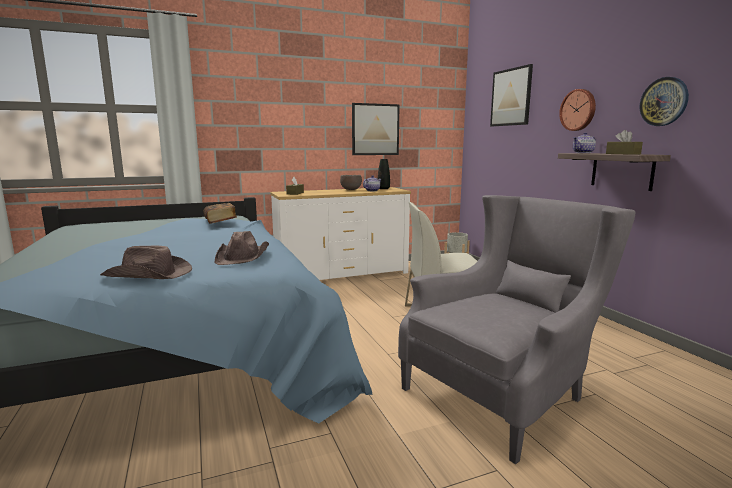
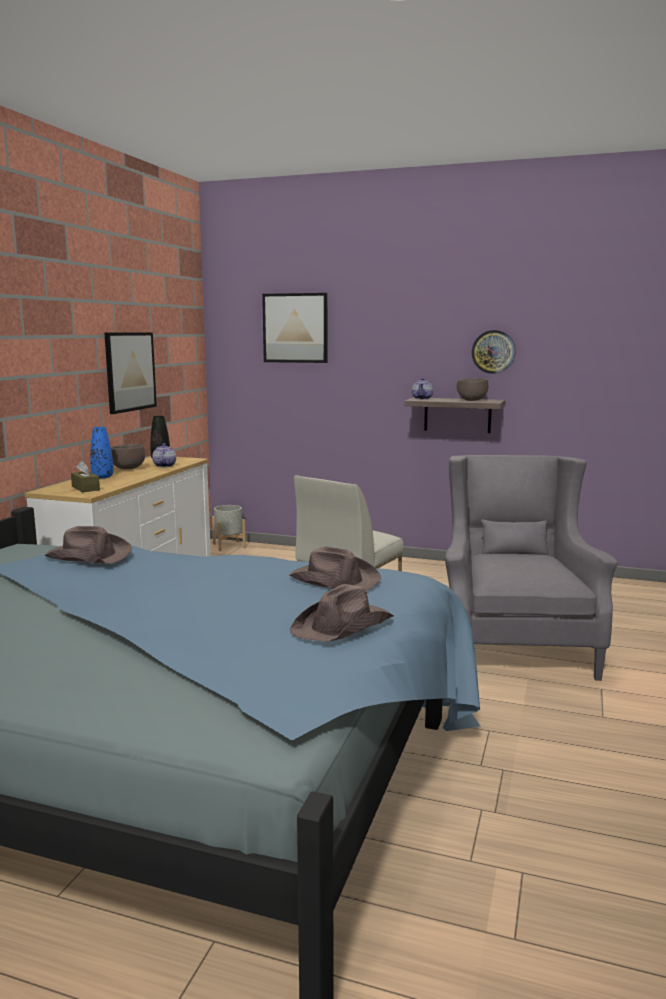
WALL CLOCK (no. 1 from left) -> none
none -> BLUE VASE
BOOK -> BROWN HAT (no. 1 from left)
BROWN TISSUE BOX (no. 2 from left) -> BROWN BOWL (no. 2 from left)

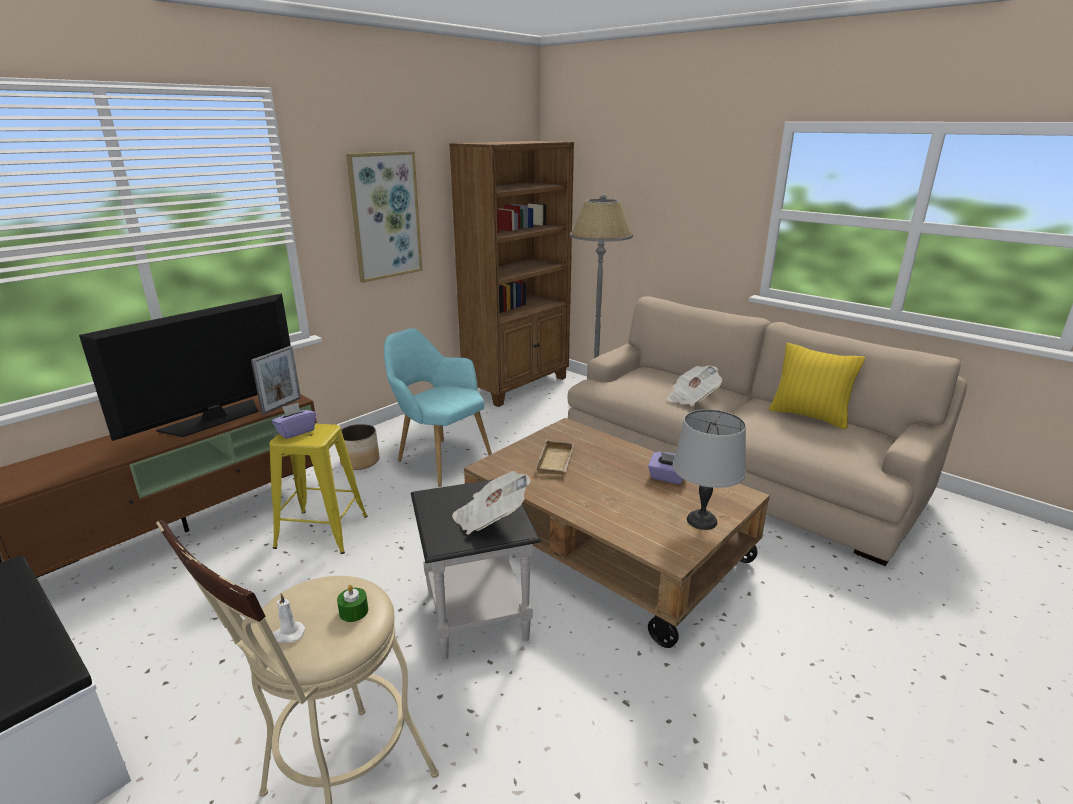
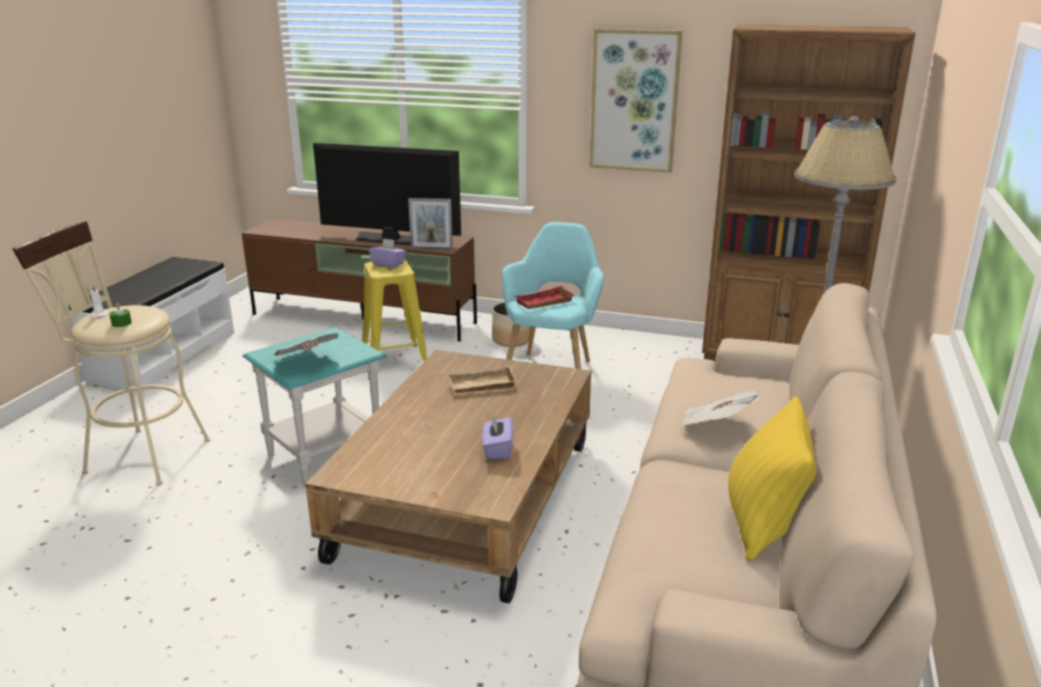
GREY TABLE LAMP -> none
none -> RED TRAY
BLACK SIDE TABLE -> TURQUOISE SIDE TABLE

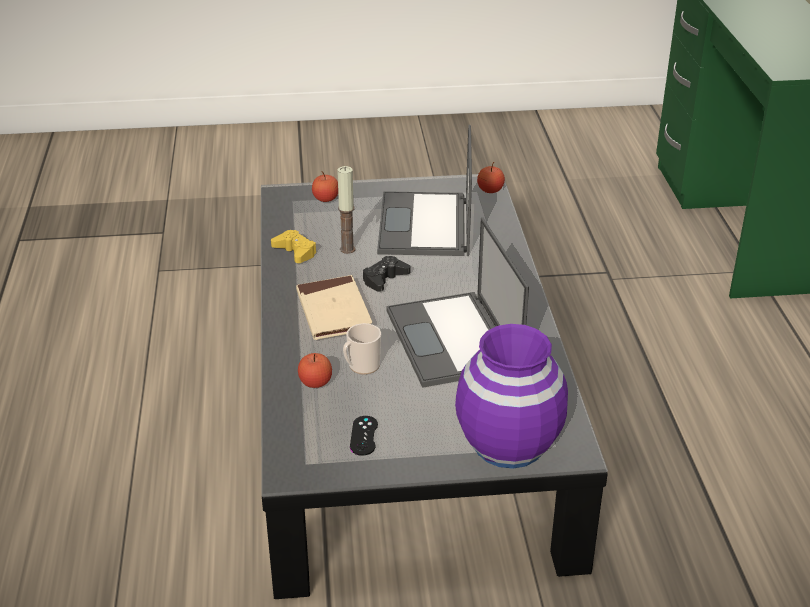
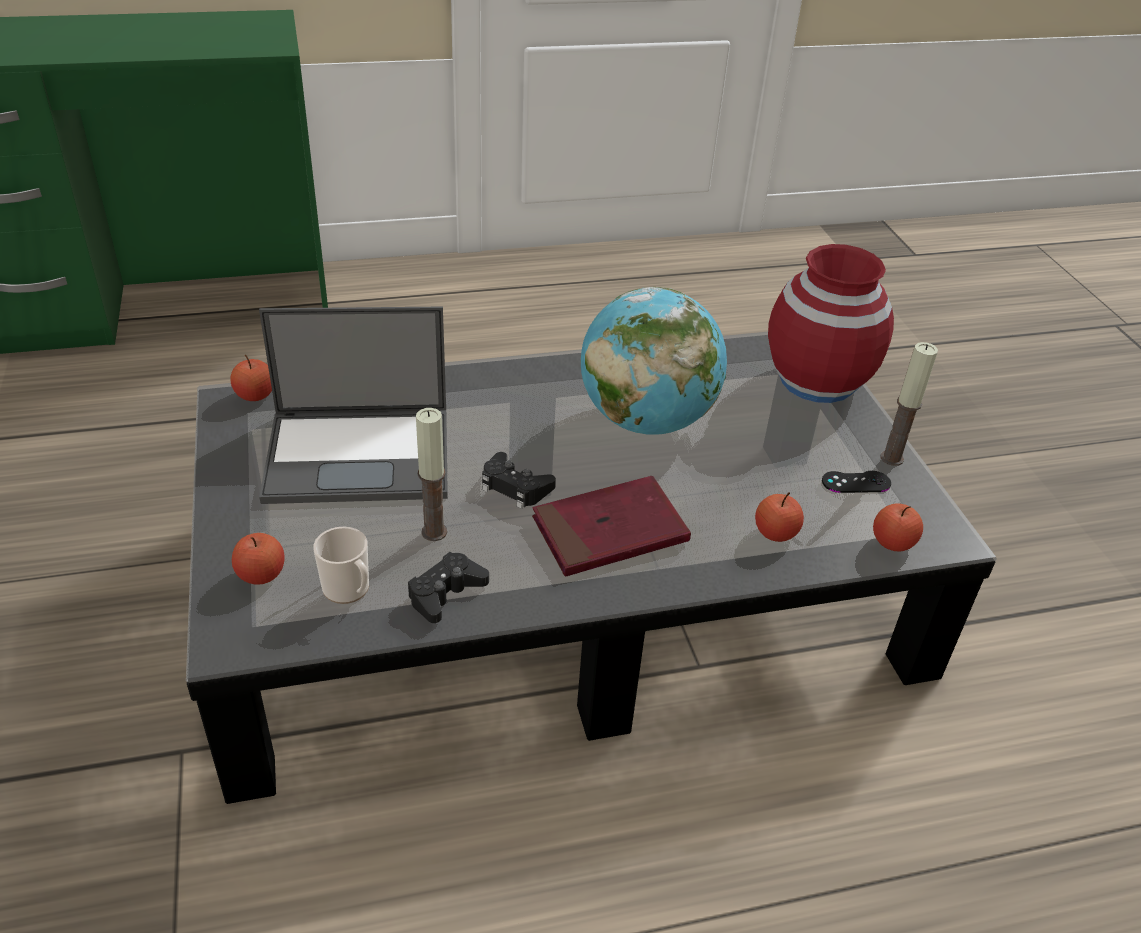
none -> APPLE (no. 4 from left)
none -> CANDLE (no. 2 from left)
MUG, relocated
LAPTOP (no. 2 from left) -> GLOBE
YELLOW GAME CONTROLLER -> BLACK GAME CONTROLLER (no. 1 from left)
BEIGE BOOK -> RED BOOK
PURPLE VASE -> RED VASE

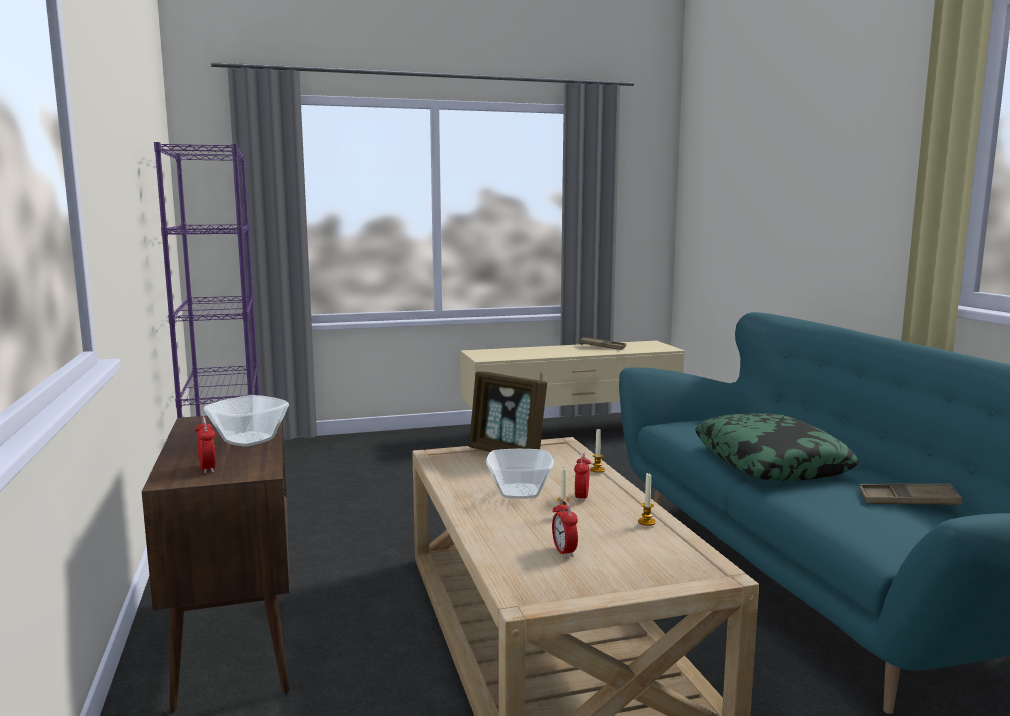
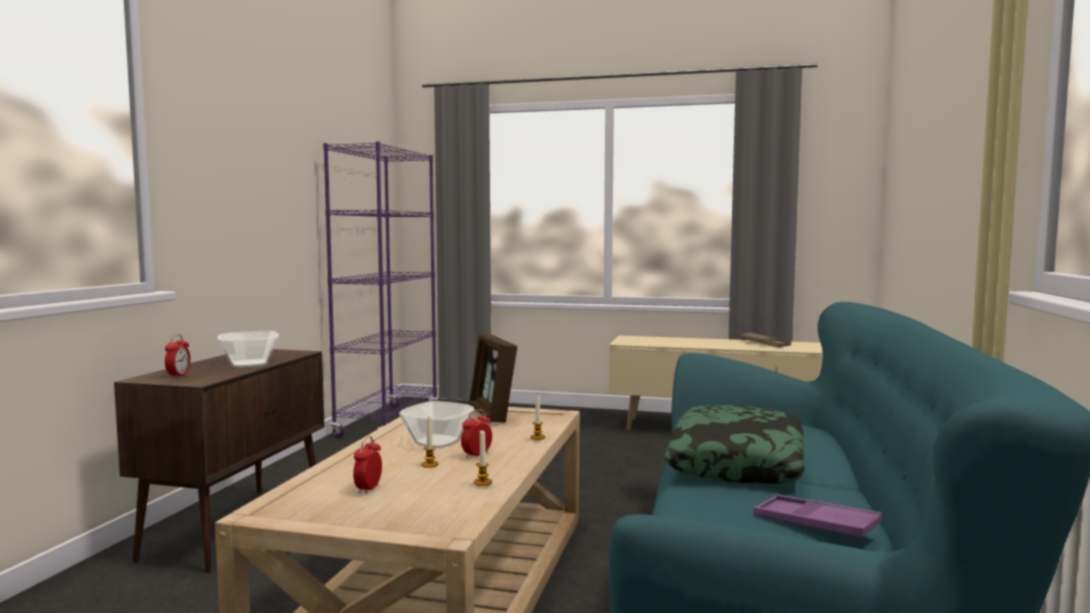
BROWN TRAY (no. 2 from left) -> PURPLE TRAY

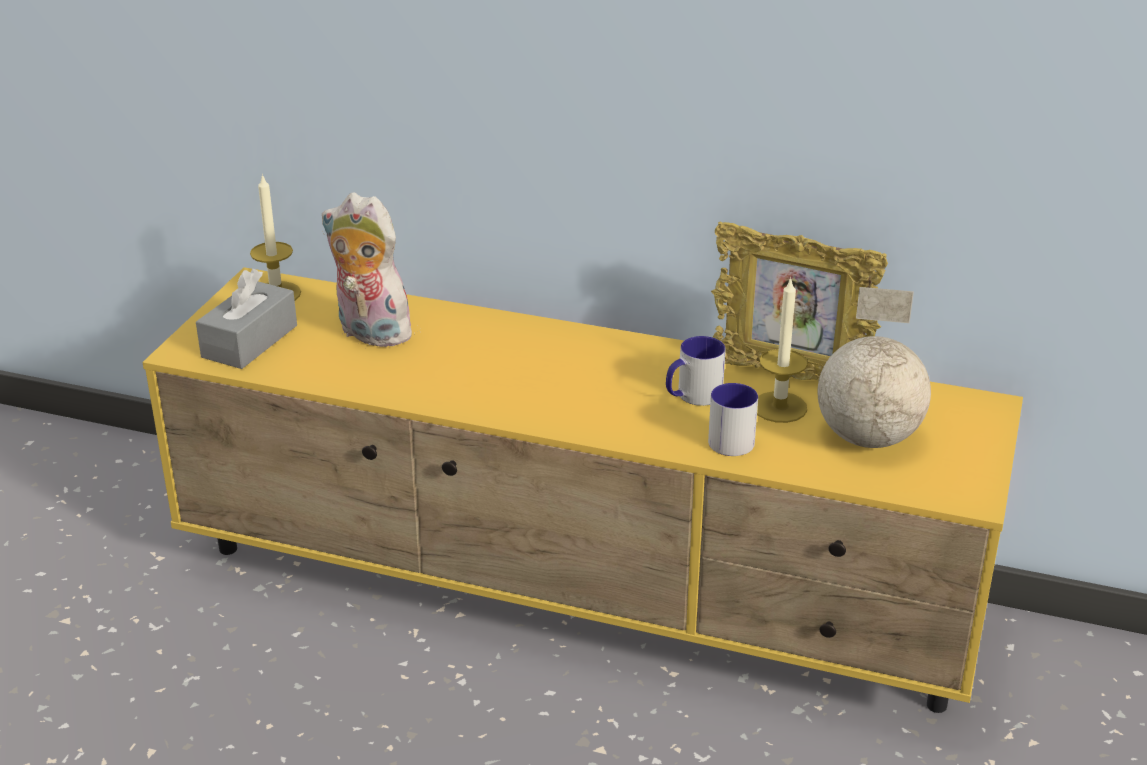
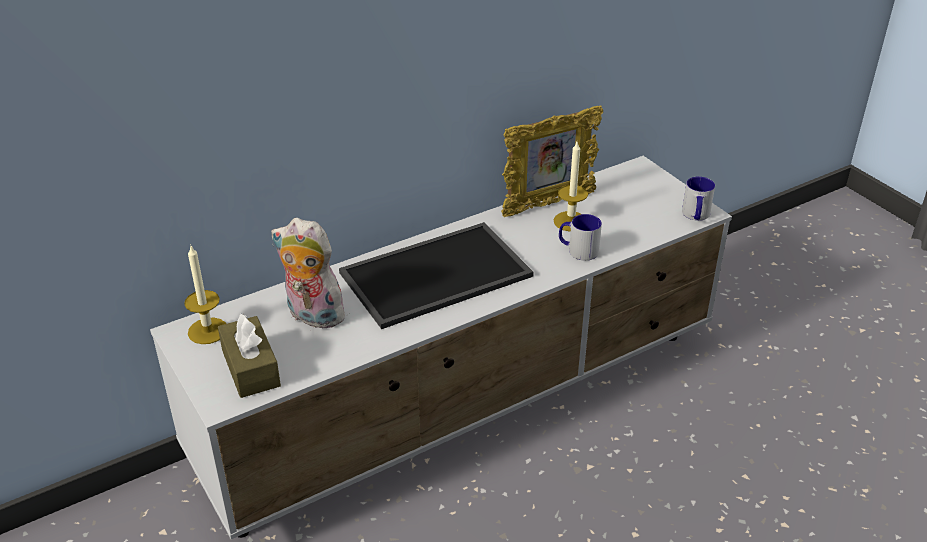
GLOBE -> none
none -> TRAY
MUG (no. 1 from left in the first image) -> MUG (no. 2 from left), relocated
YELLOW TV STAND -> WHITE TV STAND
GREY TISSUE BOX -> BROWN TISSUE BOX
PLUSH TOY, 45 degrees clockwise

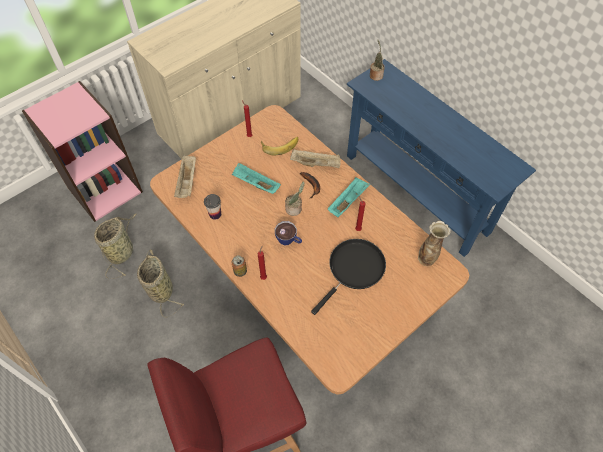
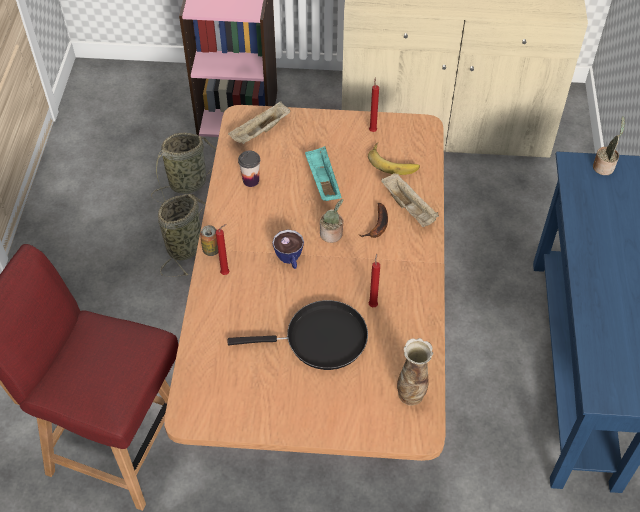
TURQUOISE TRAY (no. 2 from left) -> none

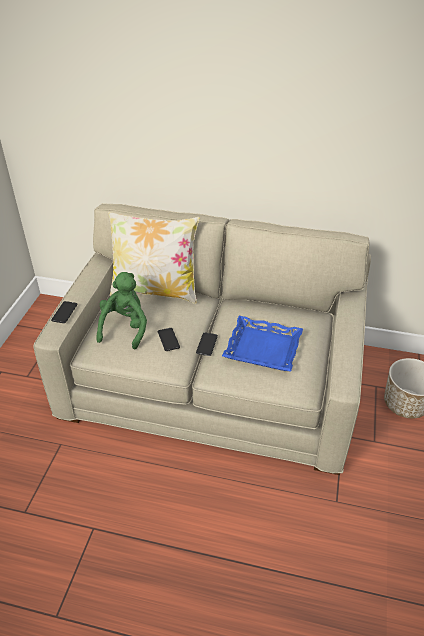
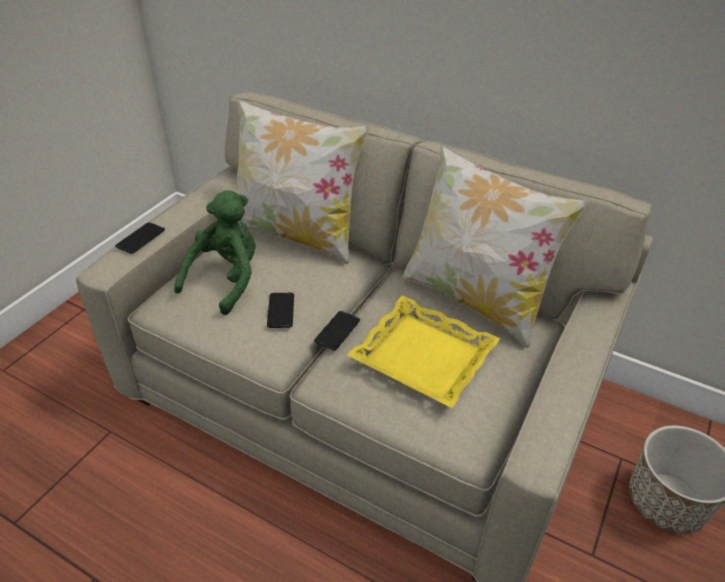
none -> PILLOW (no. 2 from left)
BLUE TRAY -> YELLOW TRAY

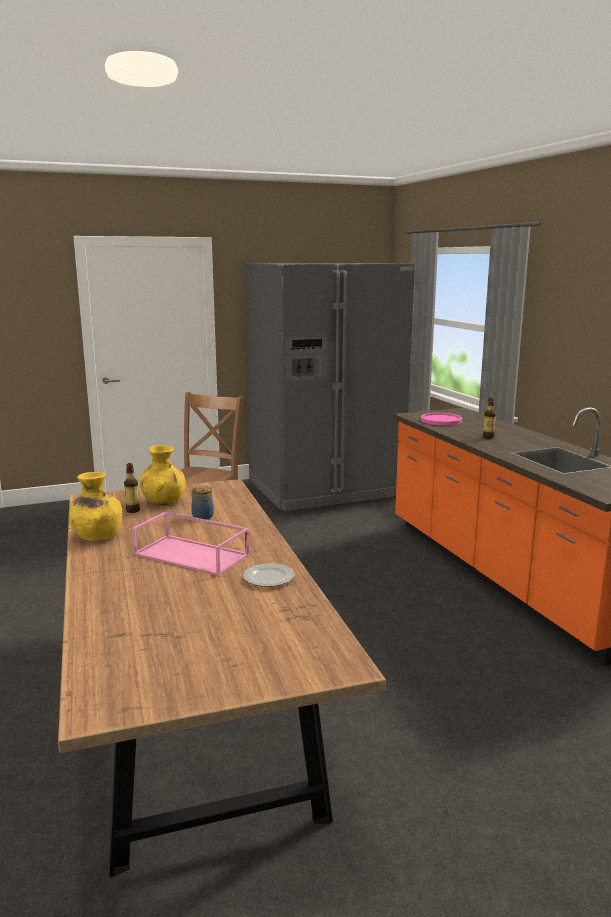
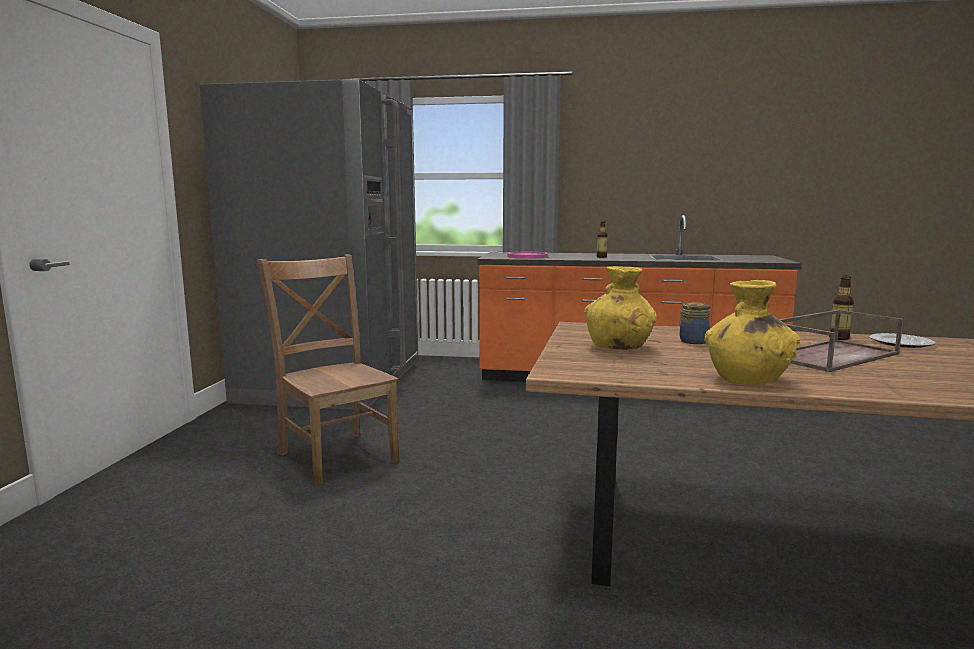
BOTTLE (no. 1 from left in the first image) -> BOTTLE (no. 2 from left), relocated
PINK TRAY -> BROWN TRAY

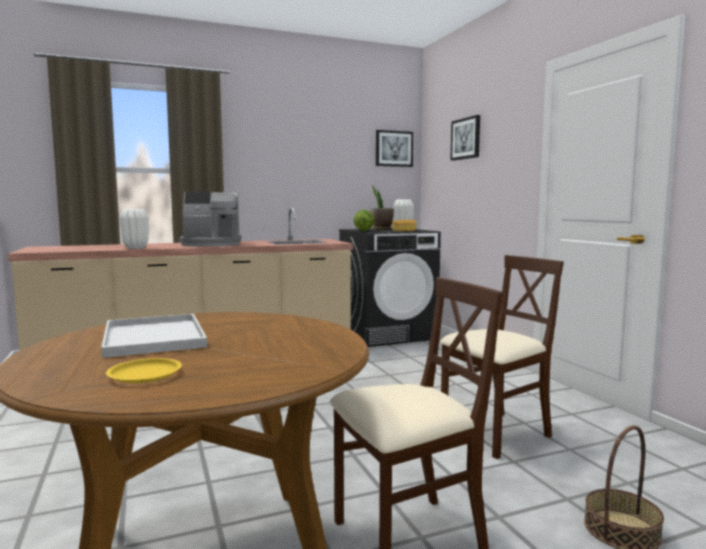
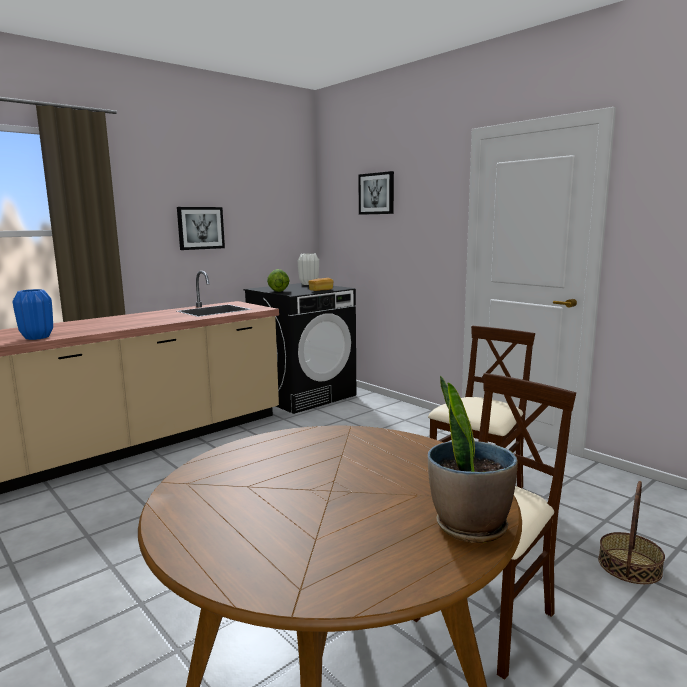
WHITE TRAY -> none
YELLOW PLATE -> none
COFFEE MACHINE -> none
POTTED PLANT, relocated
PICTURE (no. 1 from left), relocated
WHITE VASE (no. 1 from left) -> BLUE VASE

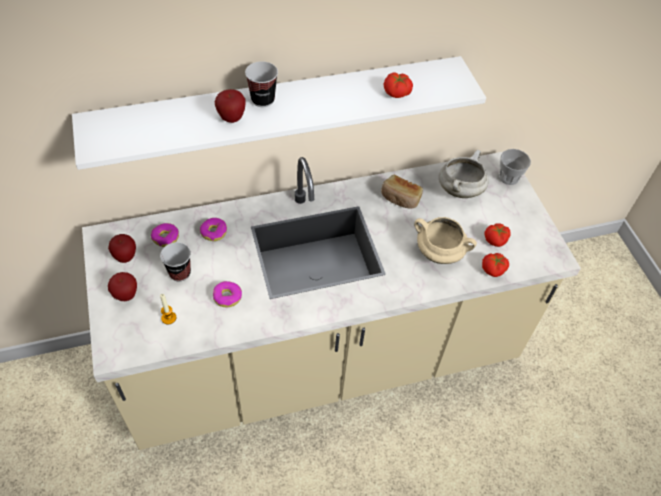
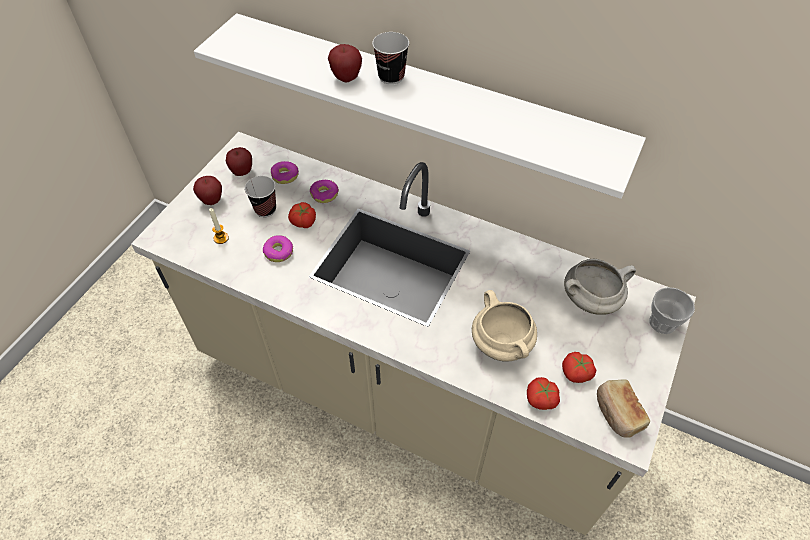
BREAD, relocated
TOMATO (no. 1 from left), relocated

